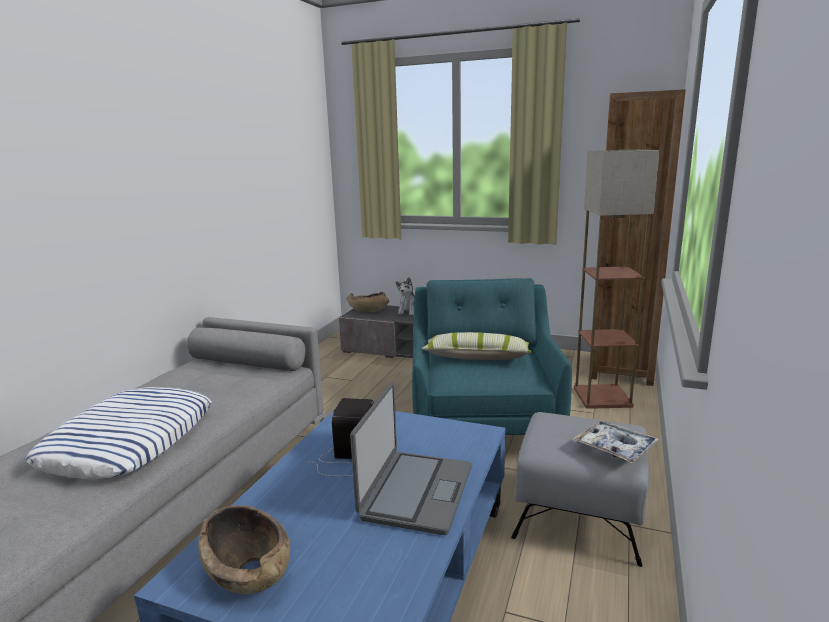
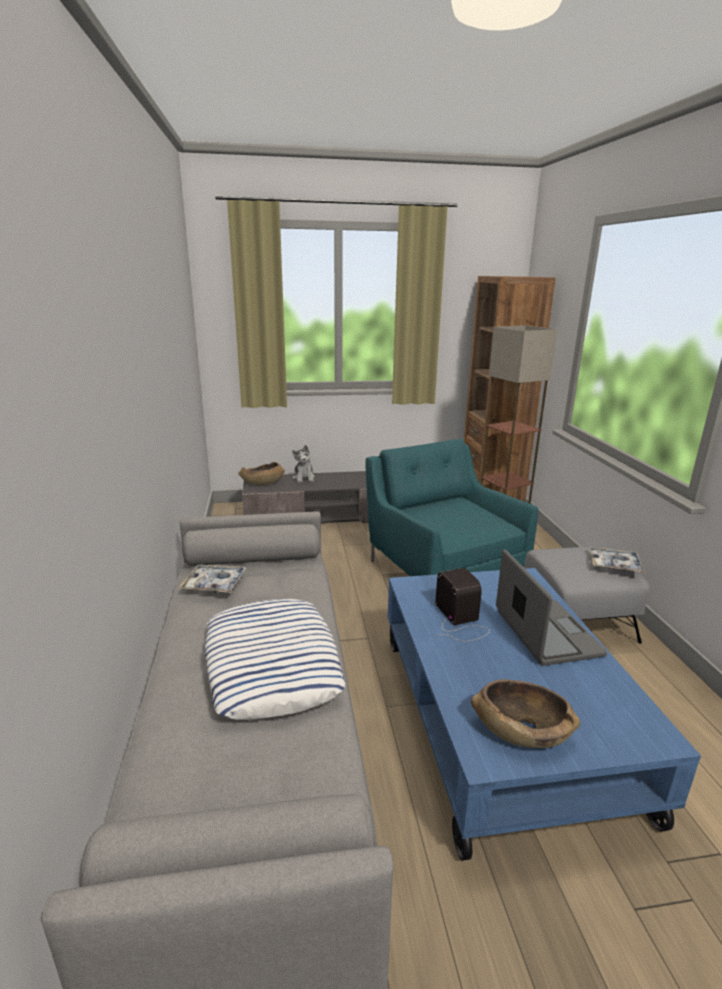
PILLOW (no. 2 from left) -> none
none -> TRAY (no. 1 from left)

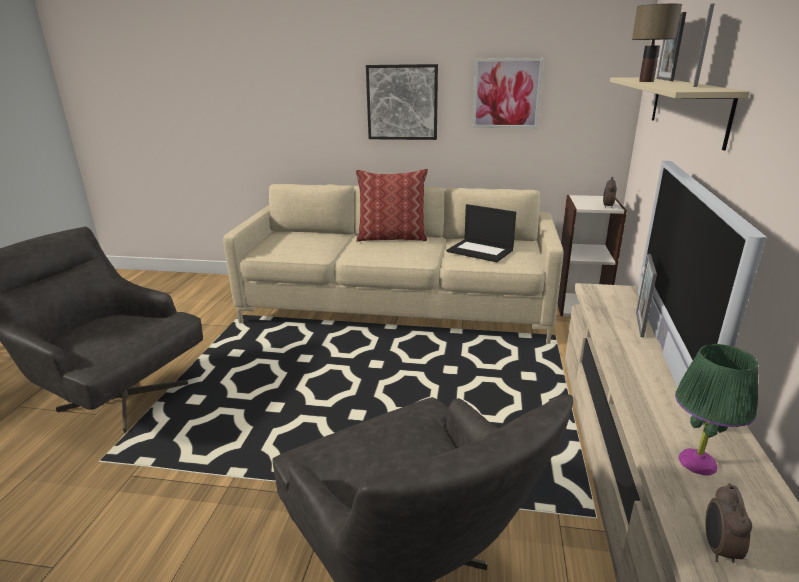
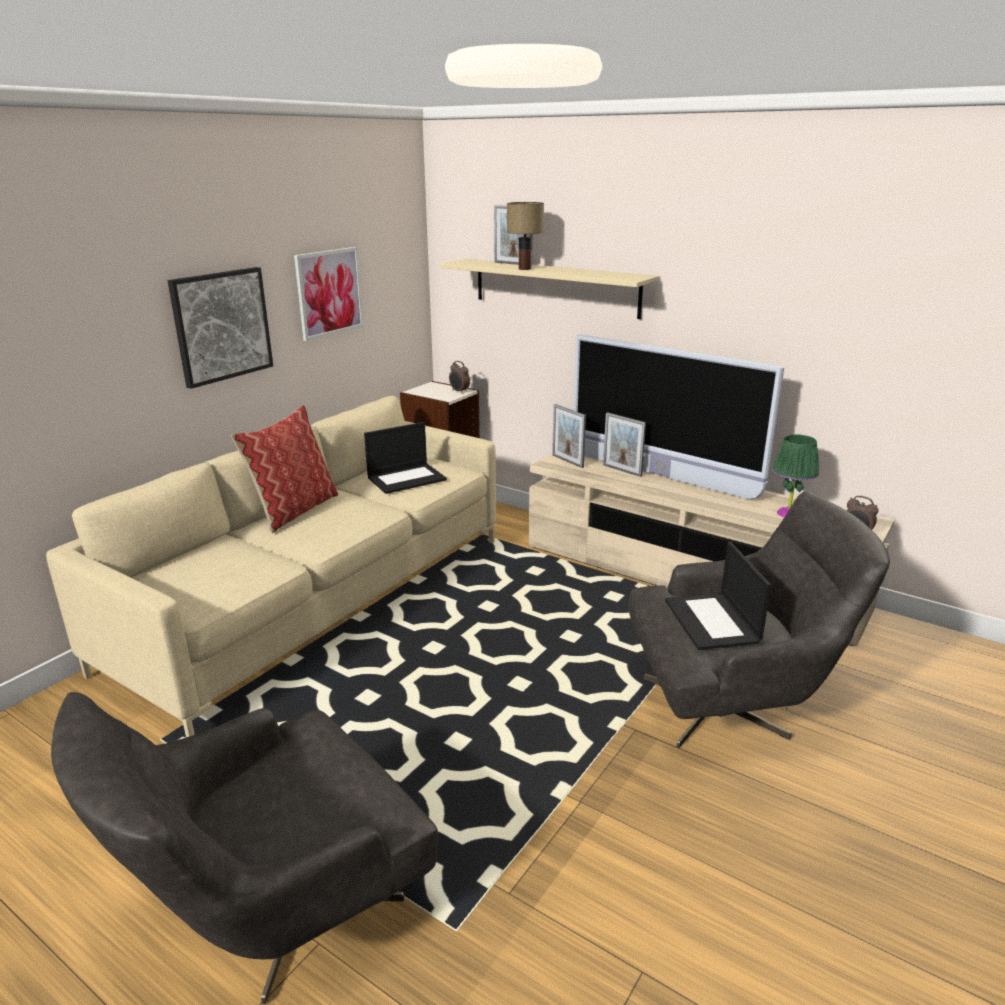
none -> LAPTOP (no. 2 from left)
PICTURE FRAME (no. 3 from left in the first image) -> PICTURE FRAME (no. 2 from left), relocated

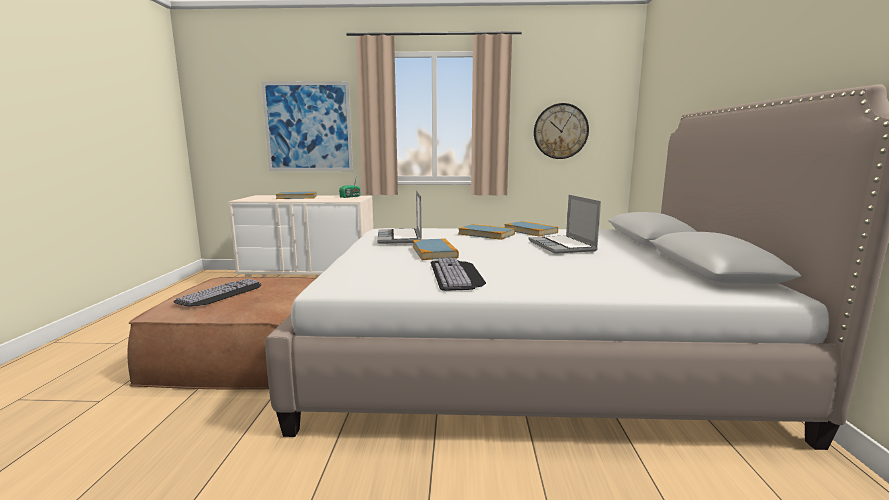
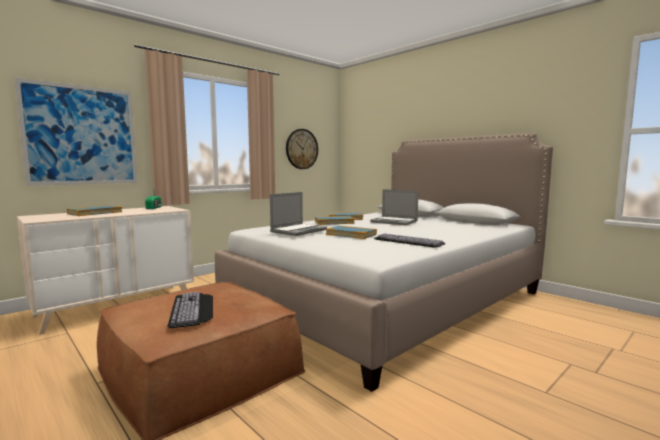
LAPTOP (no. 1 from left), 90 degrees counterclockwise

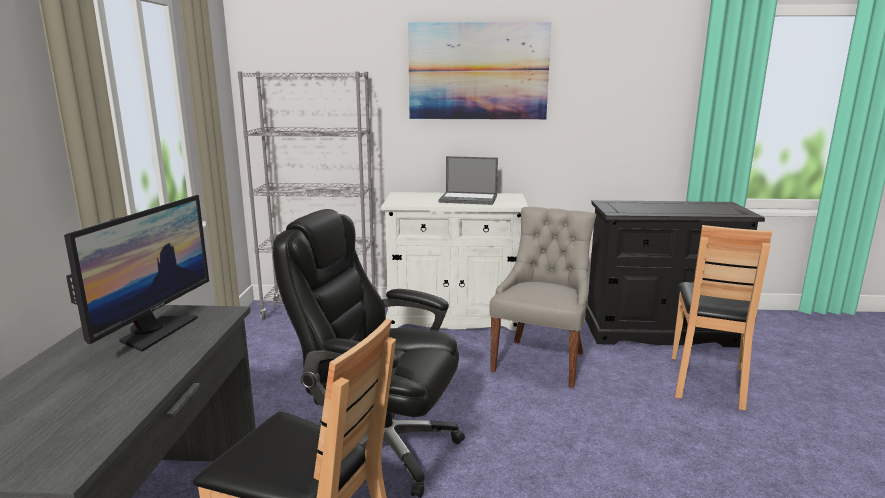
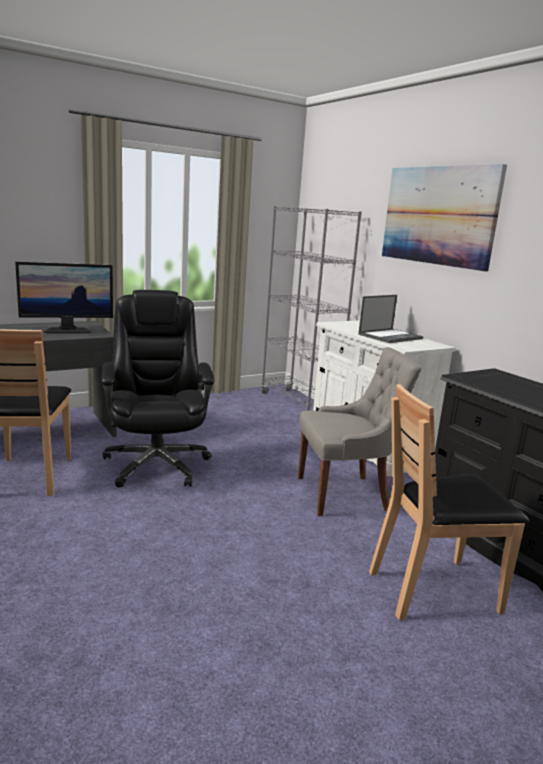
LAPTOP, 105 degrees counterclockwise

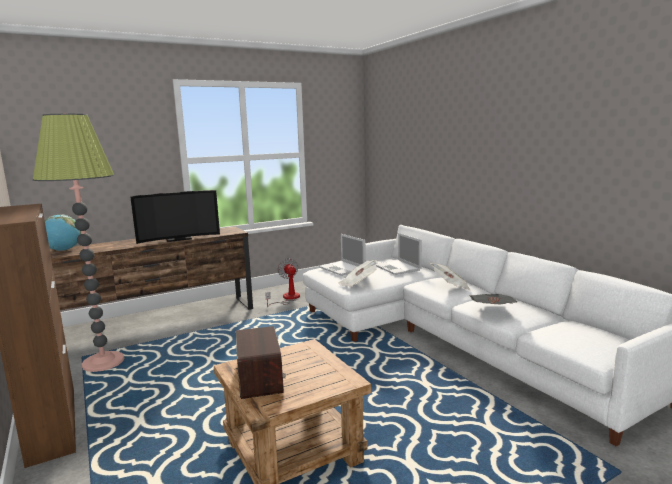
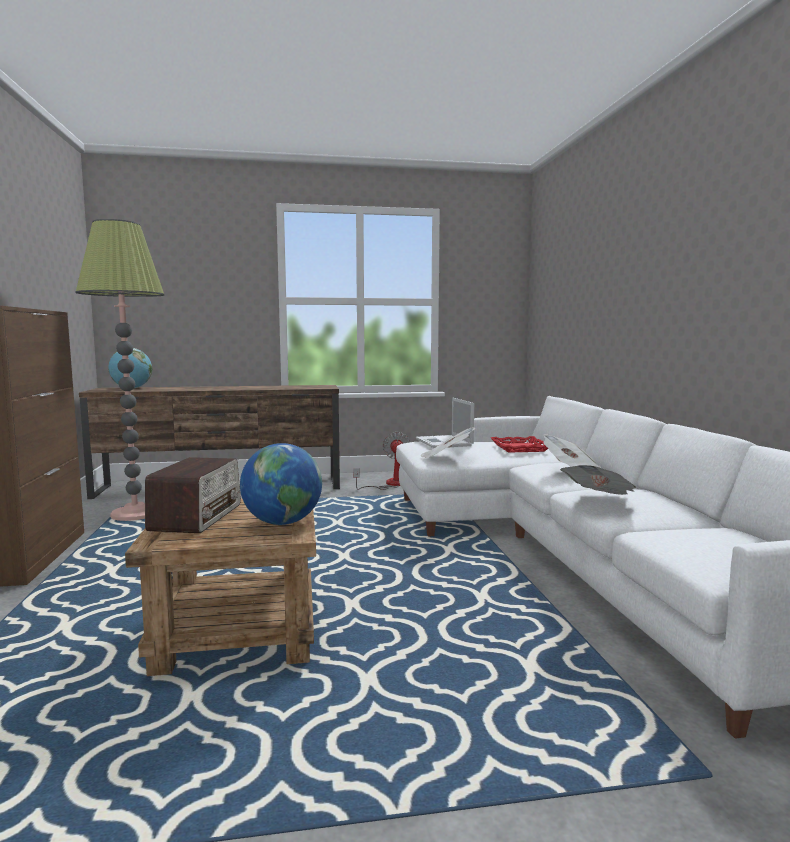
TELEVISION -> none
none -> GLOBE (no. 2 from left)
LAPTOP (no. 2 from left) -> RED TRAY

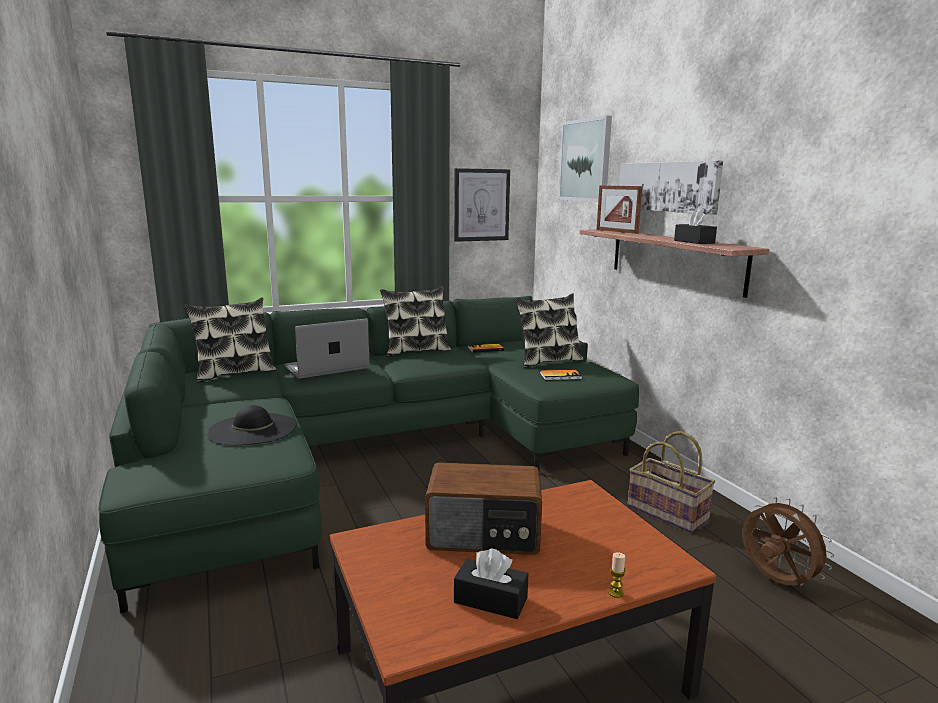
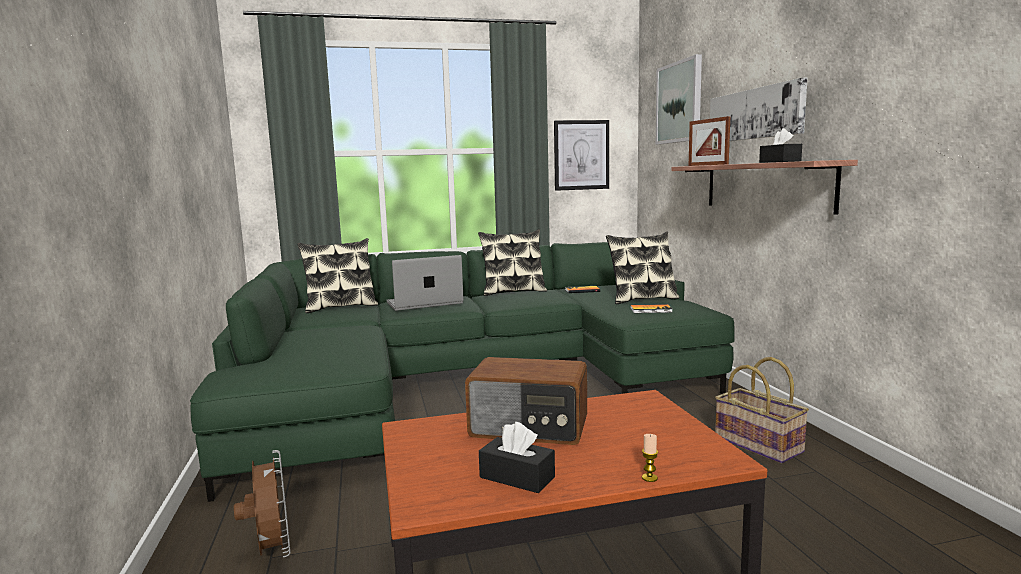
BLACK HAT -> none
BROWN FAN, relocated

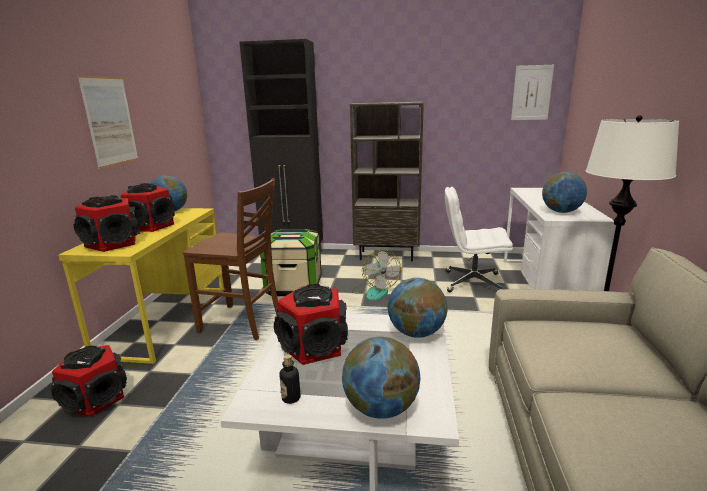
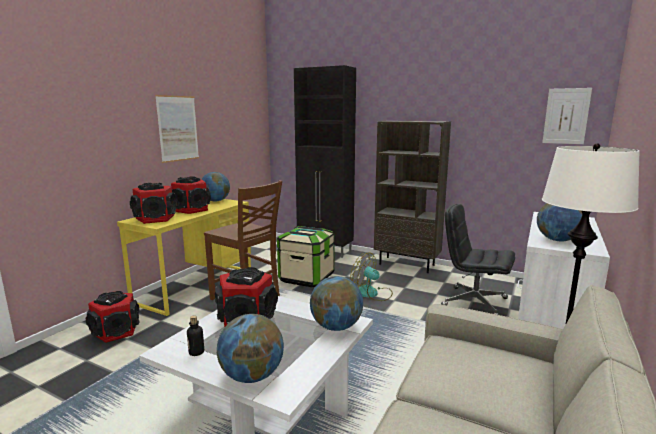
WHITE OFFICE CHAIR -> BLACK OFFICE CHAIR
FAN, 120 degrees clockwise

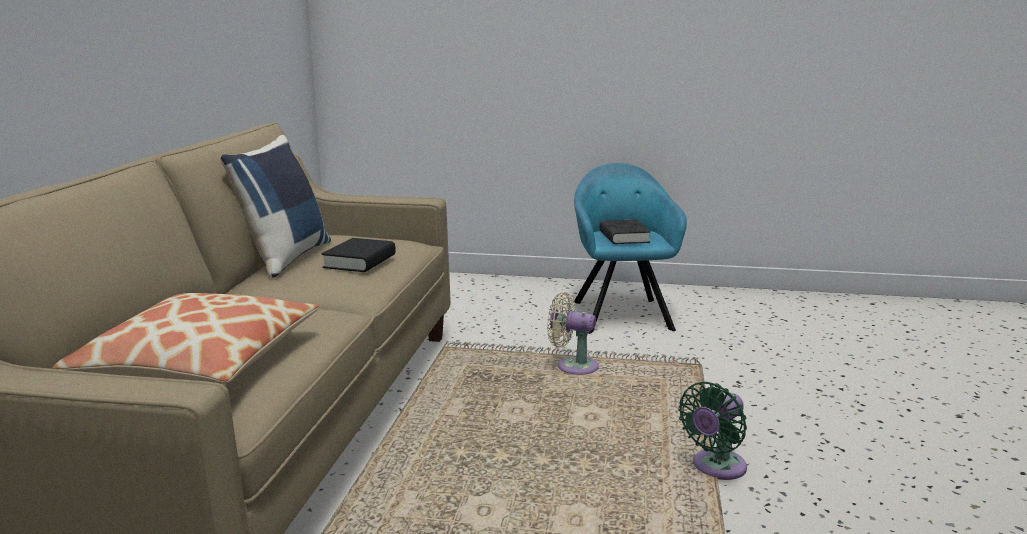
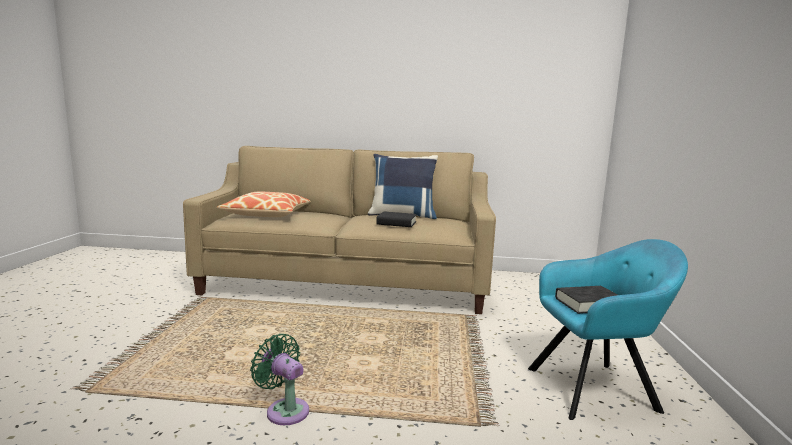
BEIGE FAN -> none

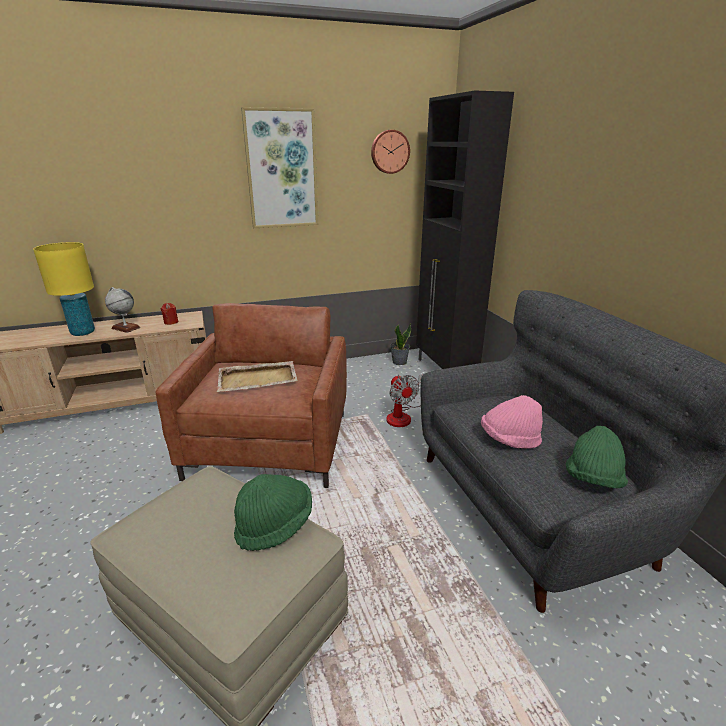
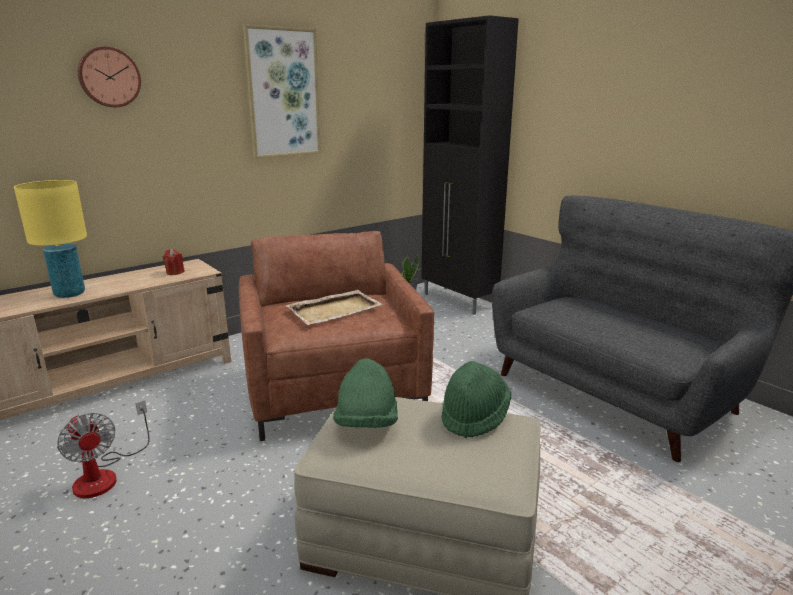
GLOBE -> none
PINK HAT -> none
WALL CLOCK, relocated
FAN, relocated
GREEN HAT (no. 2 from left in the first image) -> GREEN HAT (no. 1 from left), relocated

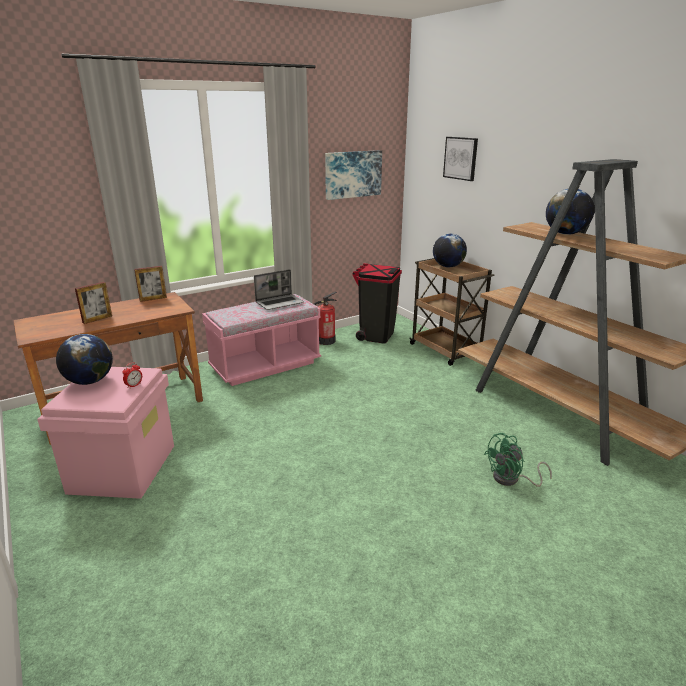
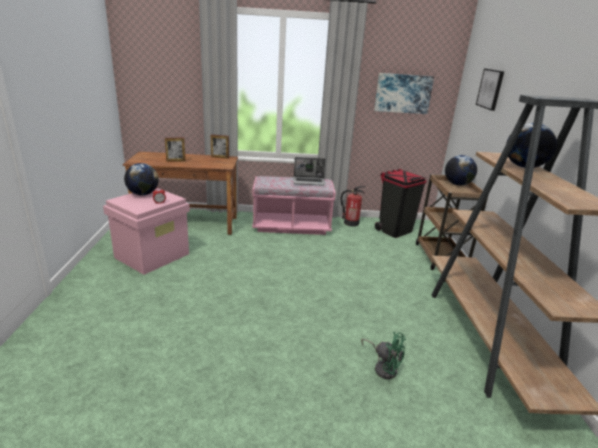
GREEN FAN, 150 degrees counterclockwise

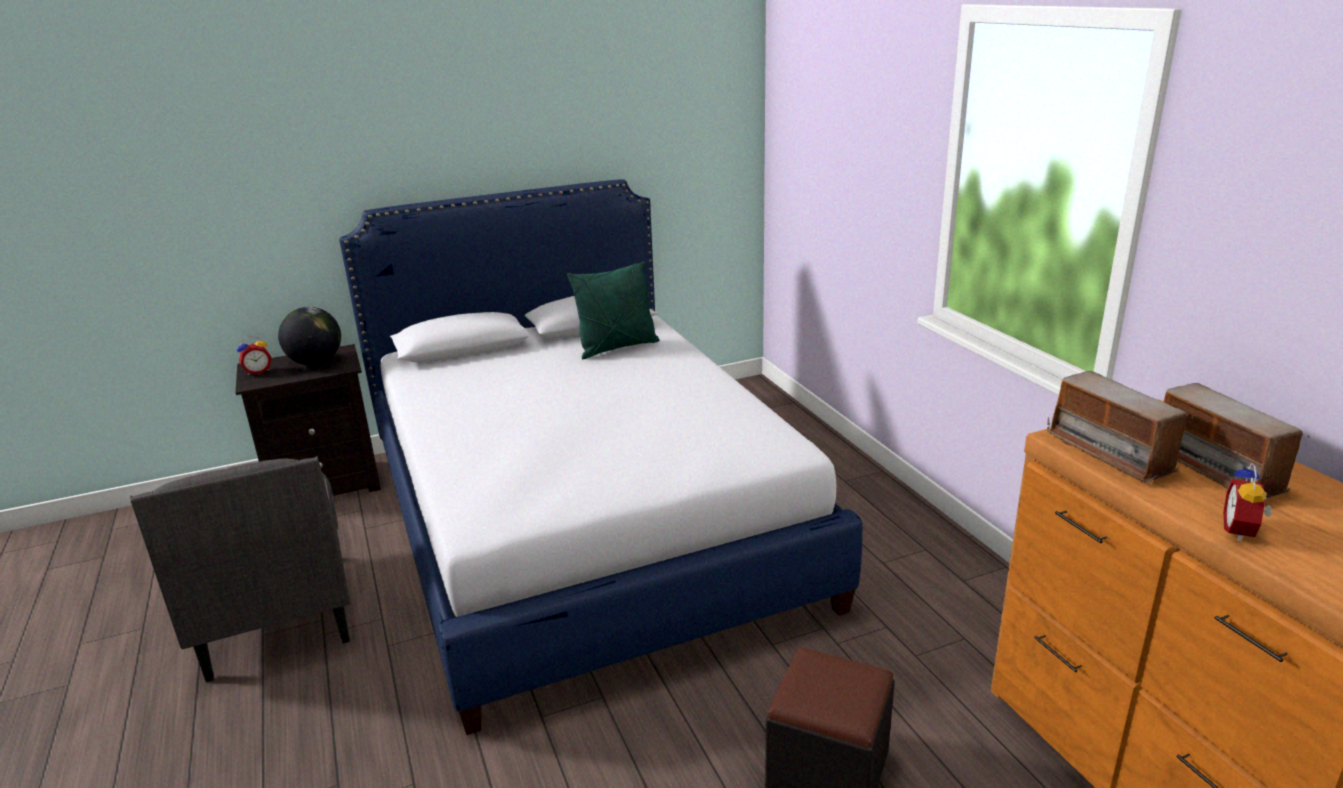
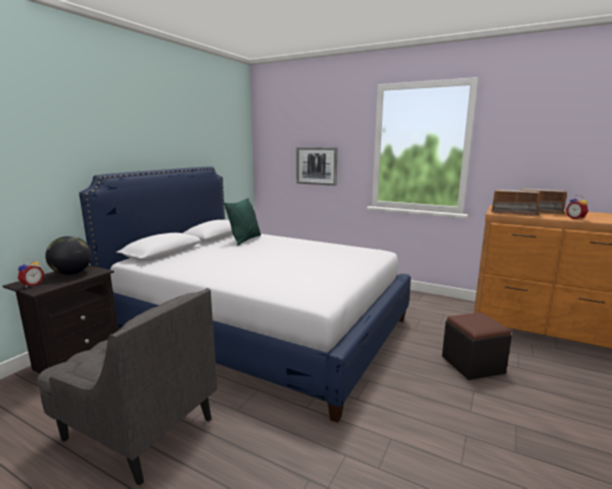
none -> PICTURE

